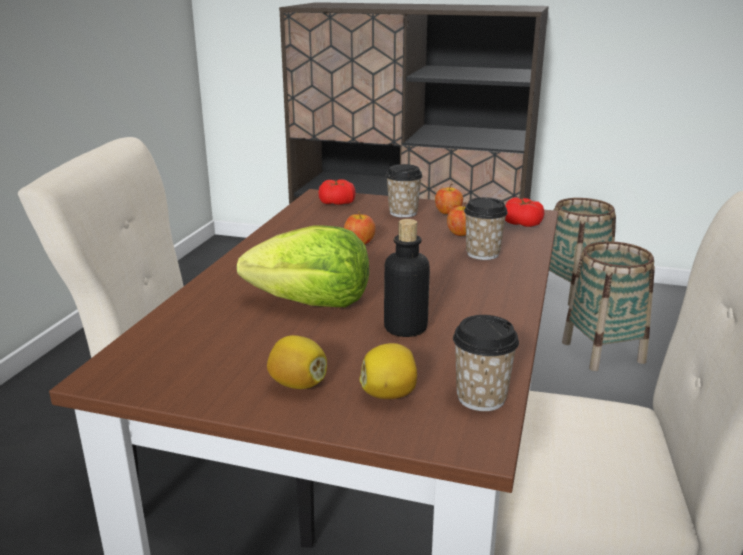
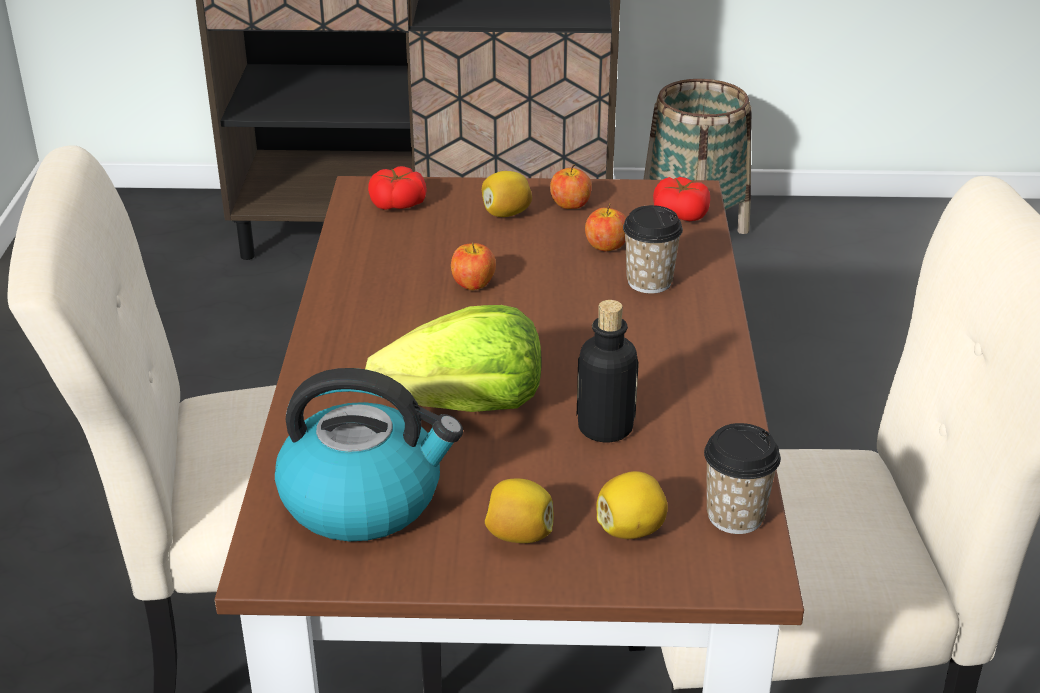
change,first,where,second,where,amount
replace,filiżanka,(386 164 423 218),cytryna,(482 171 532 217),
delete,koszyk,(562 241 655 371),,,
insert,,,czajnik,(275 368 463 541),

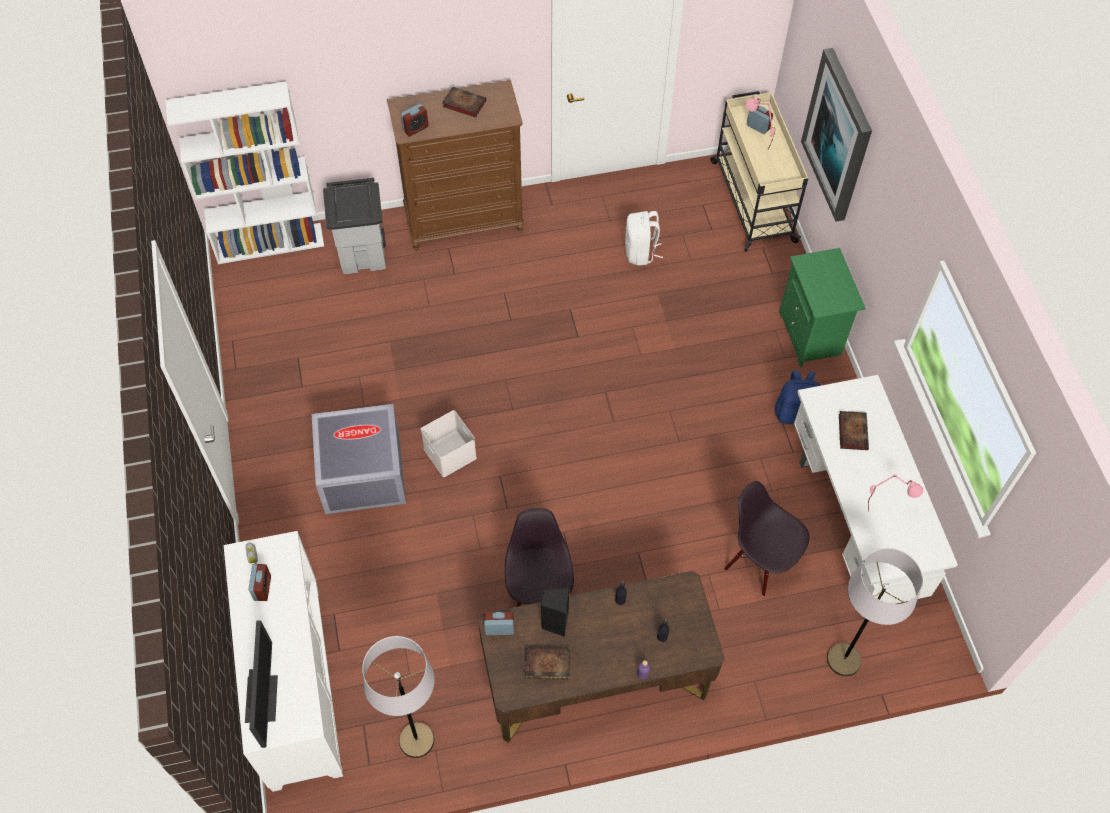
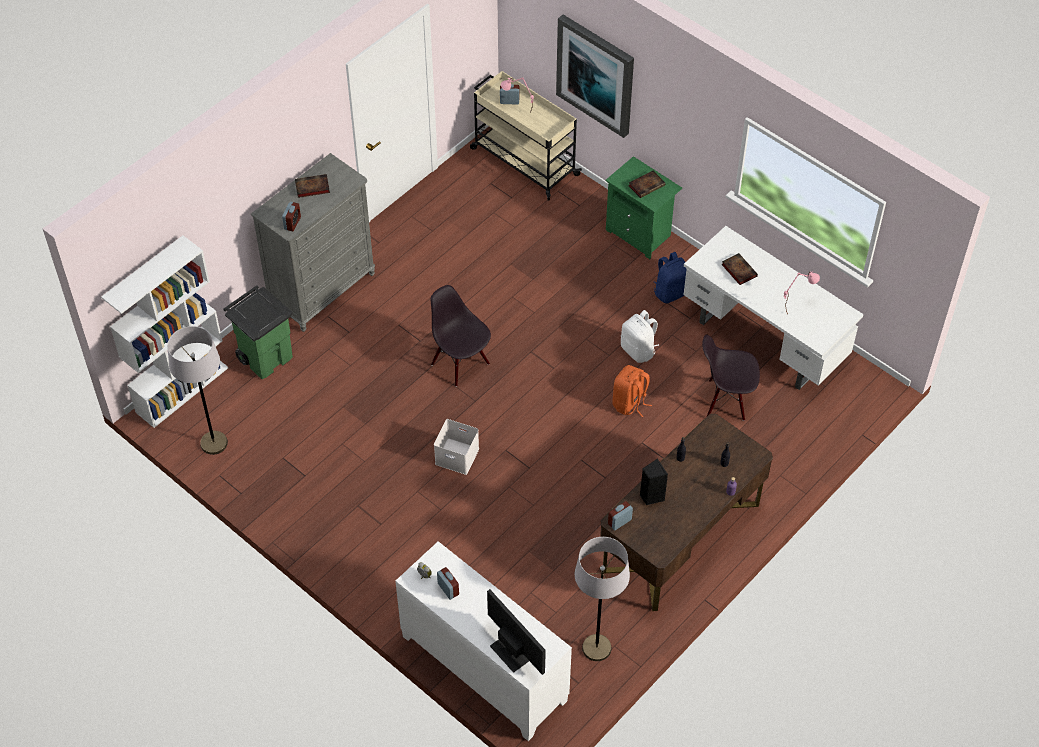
change,first,where,second,where,amount
delete,pojemnik do przechowywania [szary],(312 404 406 514),,,
recolor,kosz na śmieci [szary],(323 178 386 274),kosz na śmieci [zielony],(224 285 293 379),
recolor,komoda [brązowy],(387 80 524 251),komoda [szary],(251 153 375 332),
move,krzesło [czarny],(505 508 574 607),,(431 285 491 387),
move,książka,(524 648 570 680),,(628 171 665 198),
move,plecak [biały],(625 211 663 265),,(621 310 659 363),
move,lampa stojąca [szary],(827 548 923 676),,(167 326 228 455),
insert,,,plecak [pomarańczowy],(612 365 652 417),

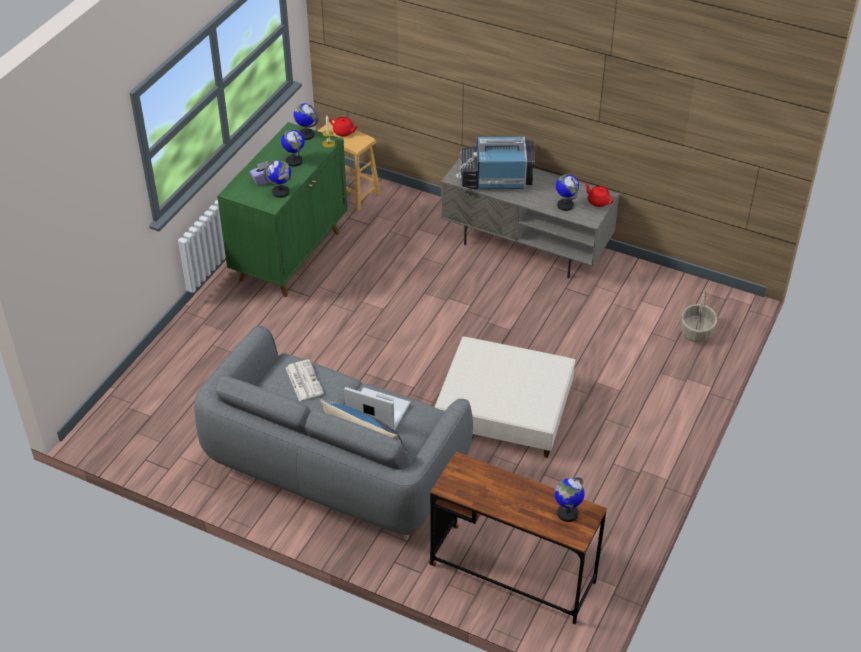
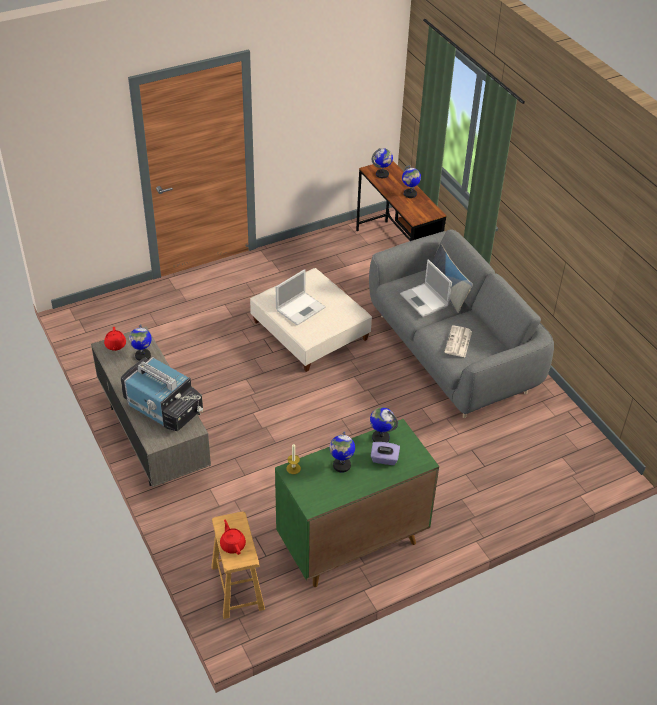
change,first,where,second,where,amount
move,globus,(293 103 319 140),,(402 165 421 198),
delete,koszyk,(681 289 717 342),,,
insert,,,laptop,(276 269 326 326),

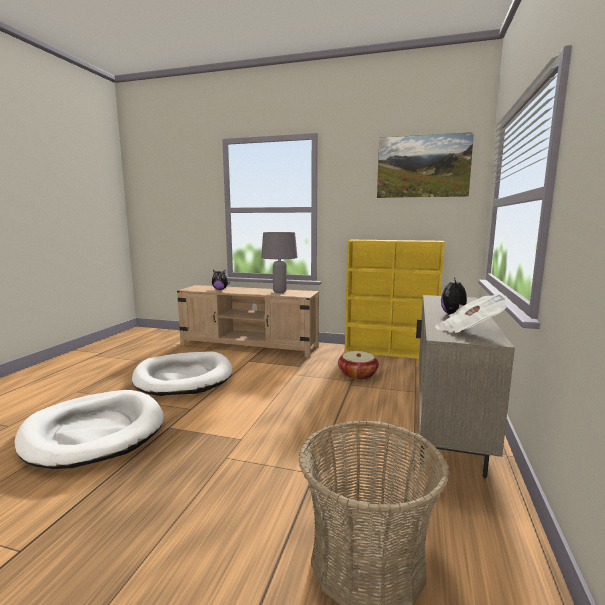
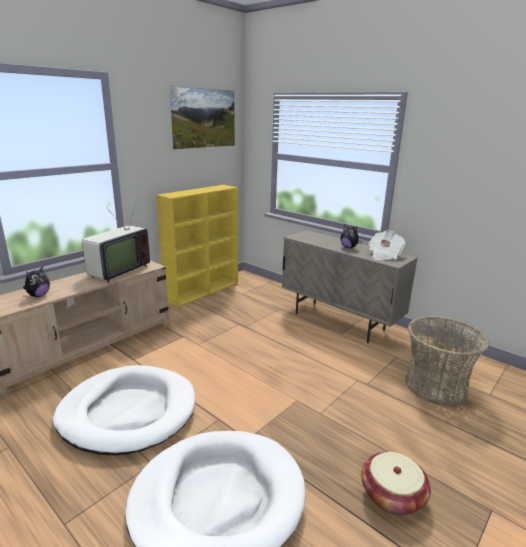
change,first,where,second,where,amount
replace,lampa stołowa [szary],(261 232 298 293),telewizor,(82 199 150 283),
move,koszyk,(338 351 379 380),,(361 452 431 515),

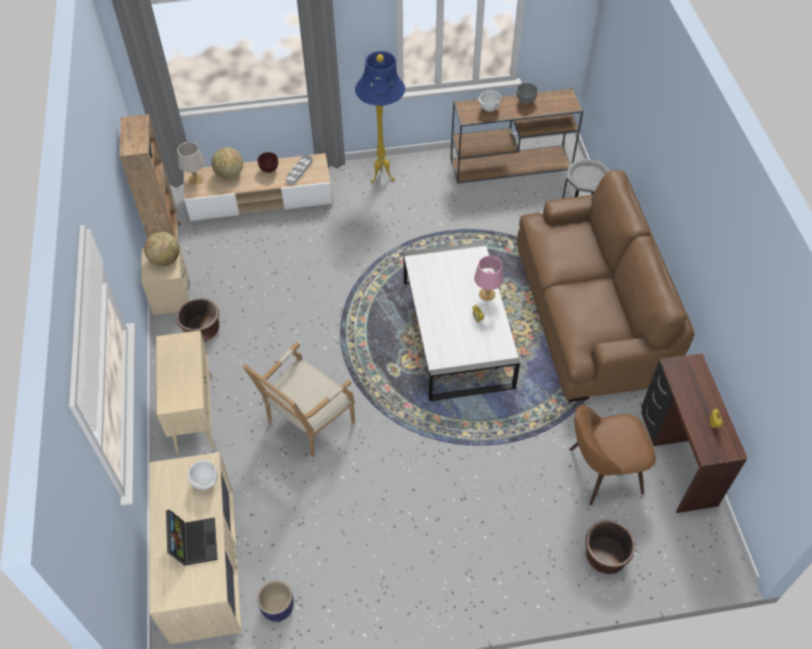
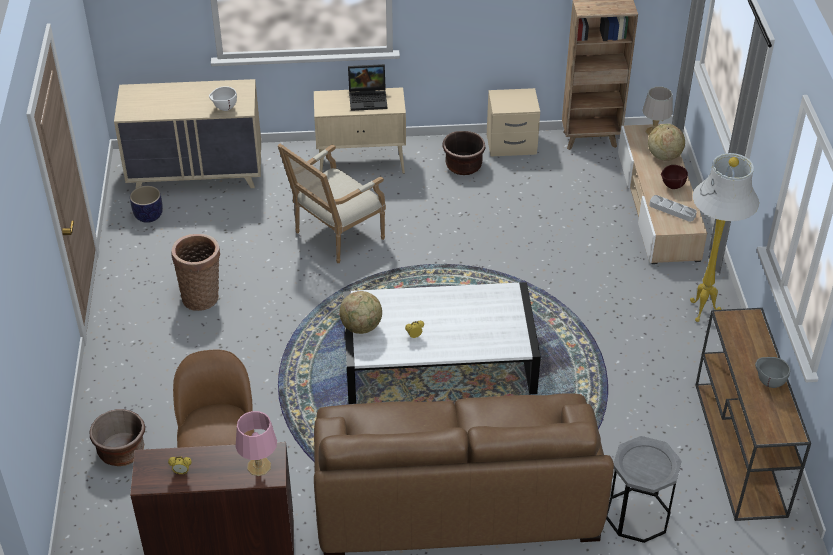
change,first,where,second,where,amount
move,globus,(144 232 180 266),,(340 291 382 334),
move,laptop,(166 509 218 566),,(348 64 387 111),
rotate,fotel,(243 342 355 457),,(278 144 386 263),90 degrees counterclockwise
recolor,lampa stojąca [niebieski],(355 51 405 183),lampa stojąca [biały],(690 153 759 322),
move,lampa stołowa [różowy],(474 256 504 301),,(235 411 277 476),
delete,miska [biały],(478 91 501 112),,,
insert,,,koszyk,(171 234 220 311),

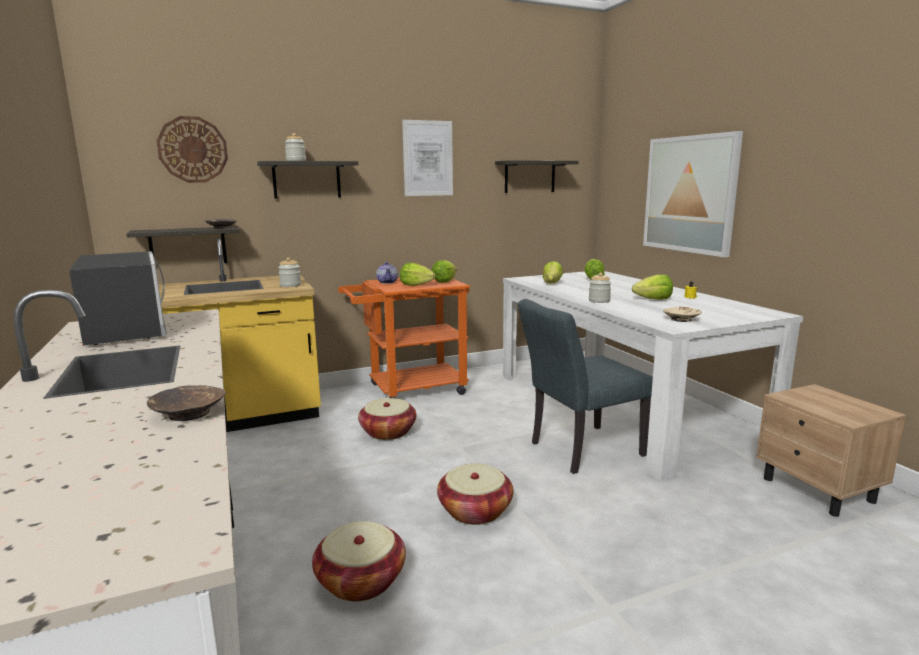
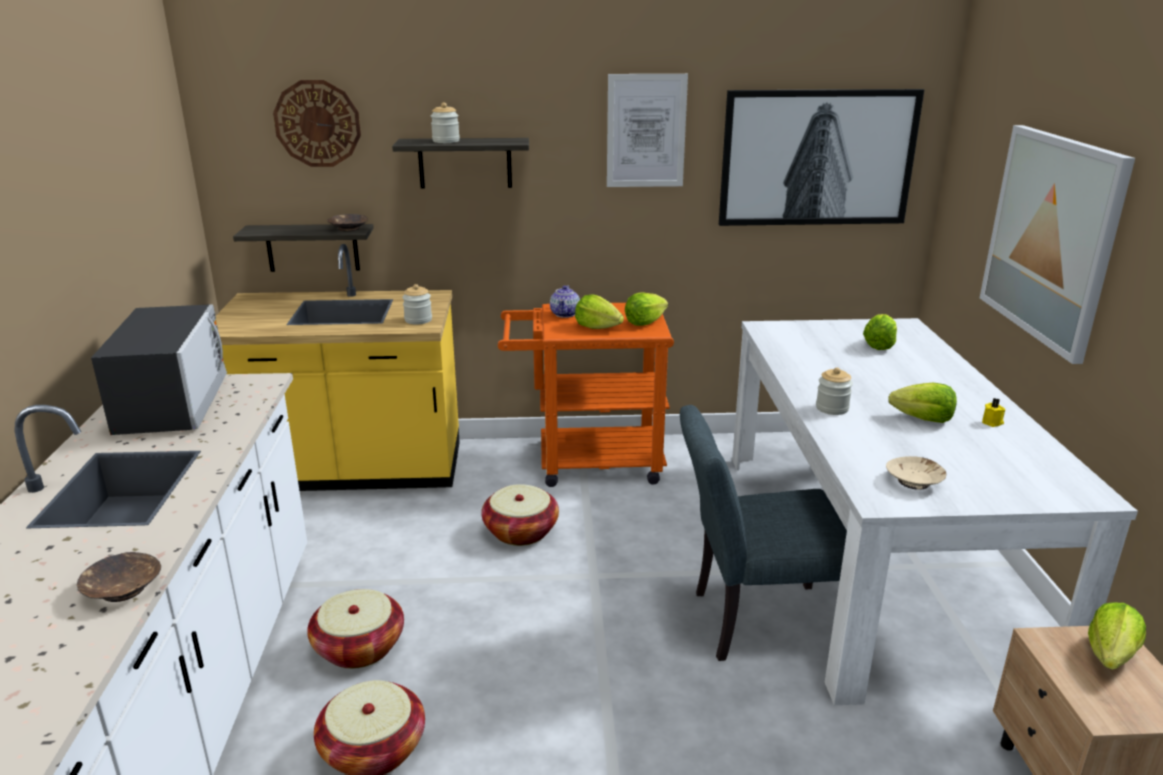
change,first,where,second,where,amount
move,koszyk,(437 463 514 525),,(307 589 404 669),
replace,półka,(495 160 579 193),obraz,(719 89 924 226),
move,sałata,(543 261 563 284),,(1088 602 1146 670),

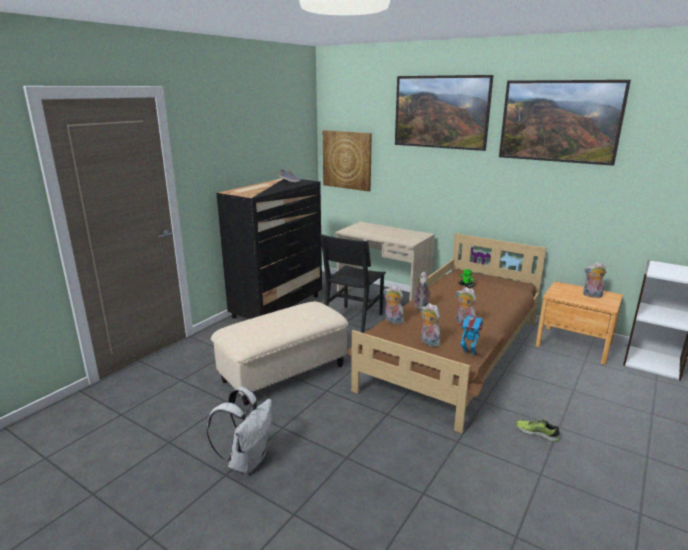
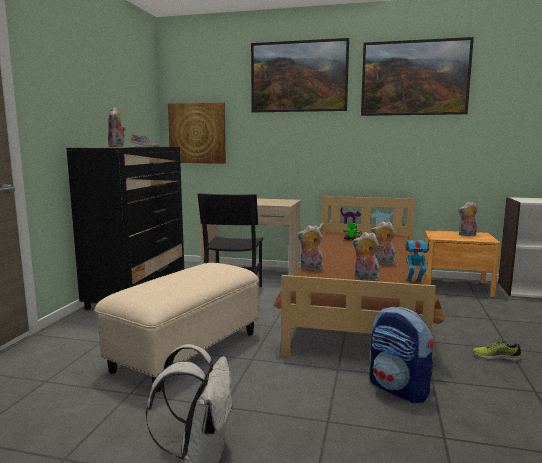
change,first,where,second,where,amount
move,pluszak,(414 271 432 310),,(108 107 126 147),
insert,,,plecak,(369 307 434 403),

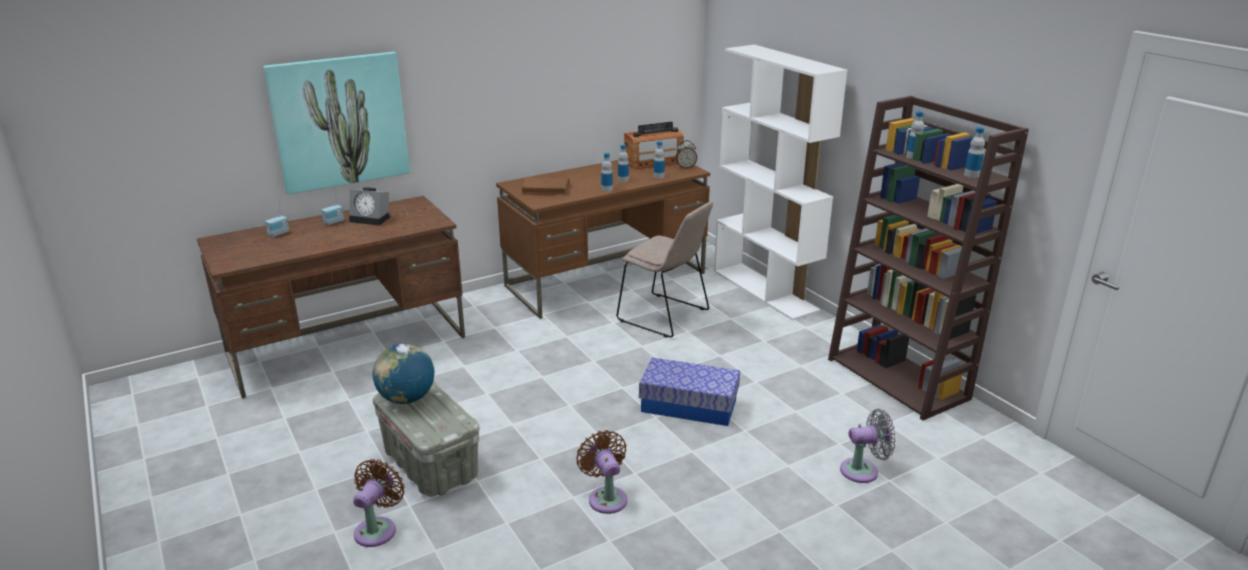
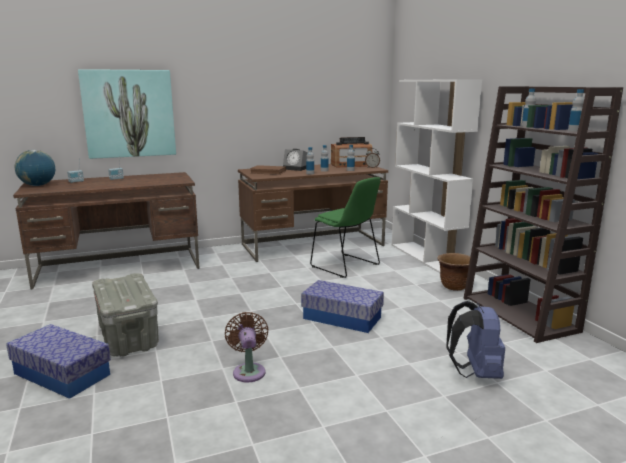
change,first,where,second,where,amount
move,budzik,(349 187 390 225),,(283 149 307 171),
replace,wentylator [brązowy],(353 459 405 547),pojemnik do przechowywania,(6 324 111 399),
move,globus,(372 343 434 404),,(15 150 55 186),
recolor,krzesło [beżowy],(617 201 713 338),krzesło [zielony],(310 177 381 278),
replace,wentylator [szary],(840 409 896 483),plecak [niebieski],(446 301 505 379),
insert,,,donica [brązowy],(437 253 470 291),

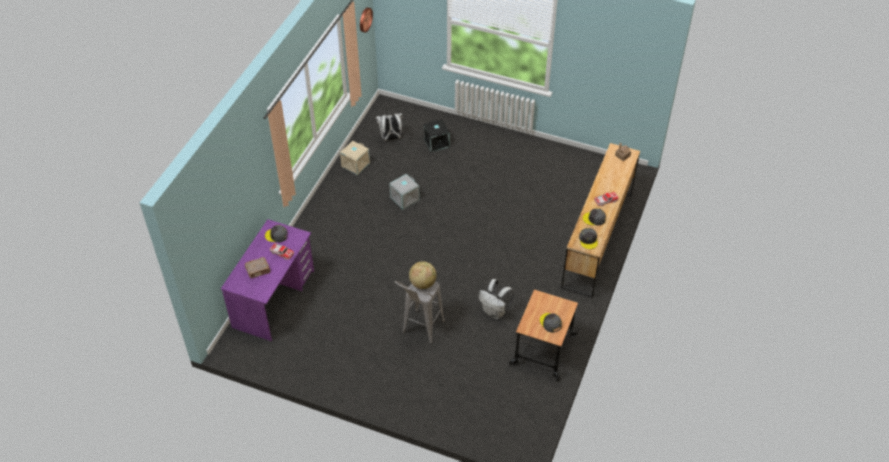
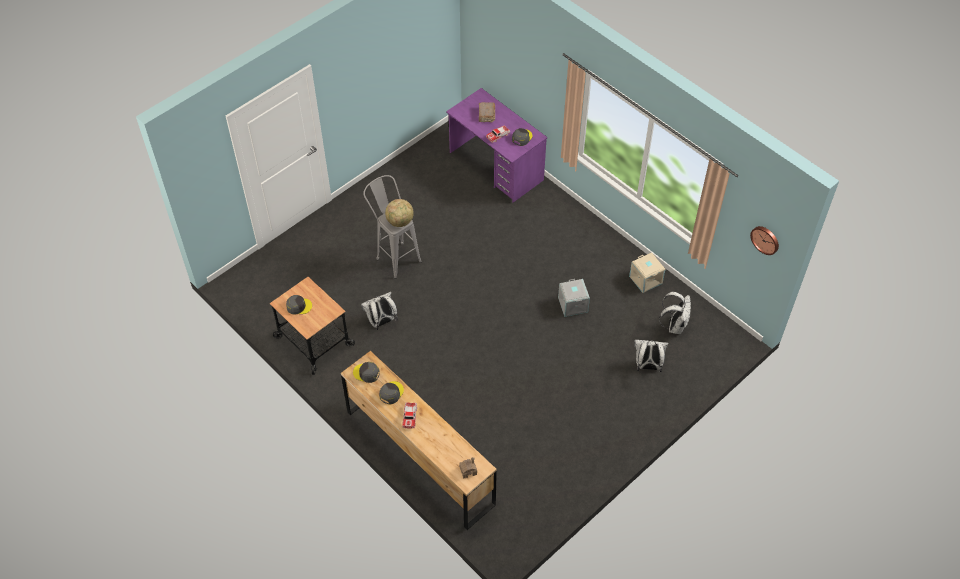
change,first,where,second,where,amount
replace,pojemnik do przechowywania [czarny],(424 120 449 152),plecak [biały],(634 340 668 372),

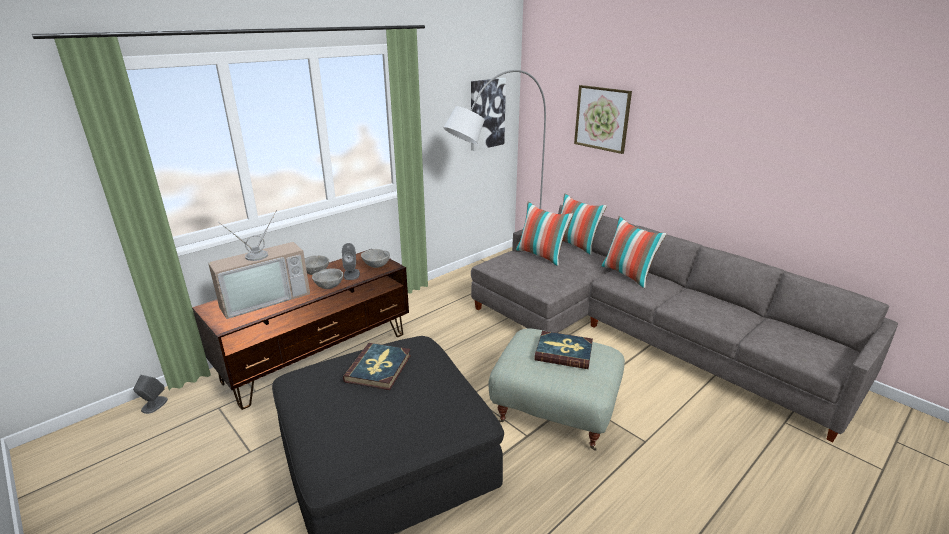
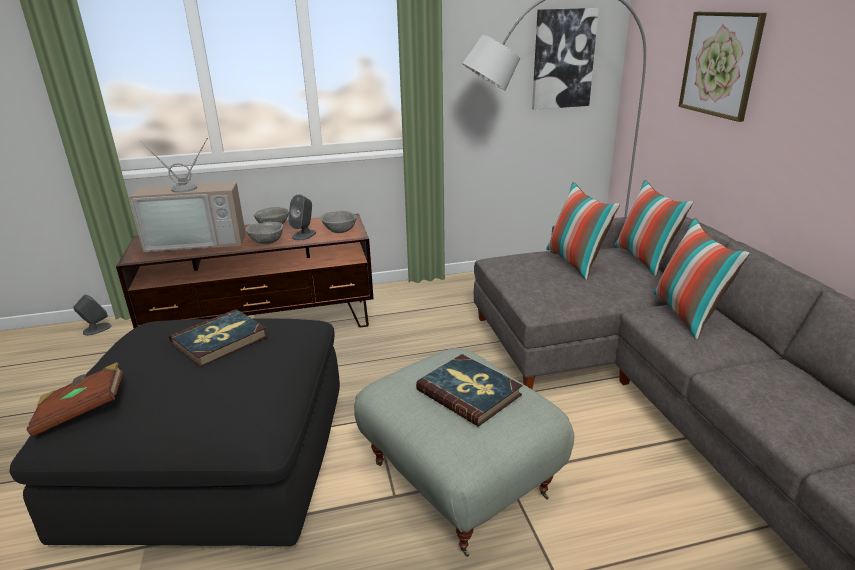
change,first,where,second,where,amount
insert,,,książka [brązowy],(27 362 124 437),

